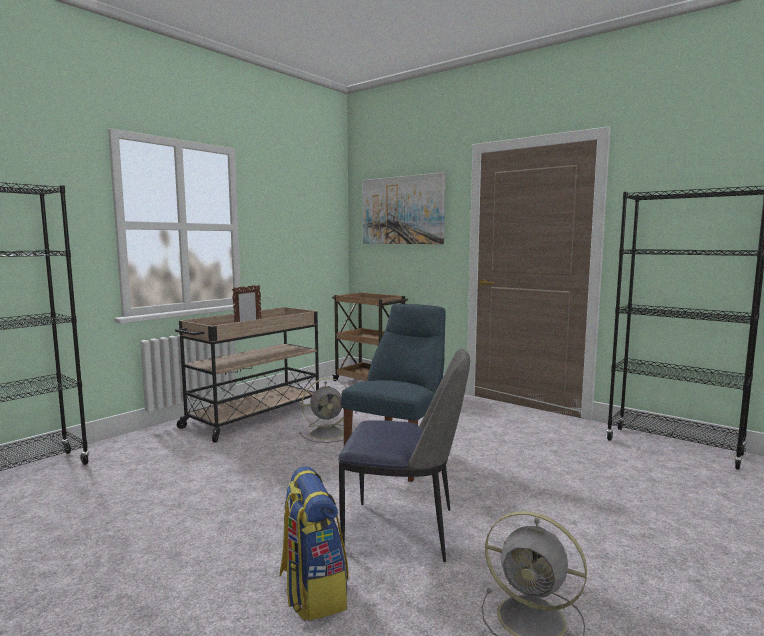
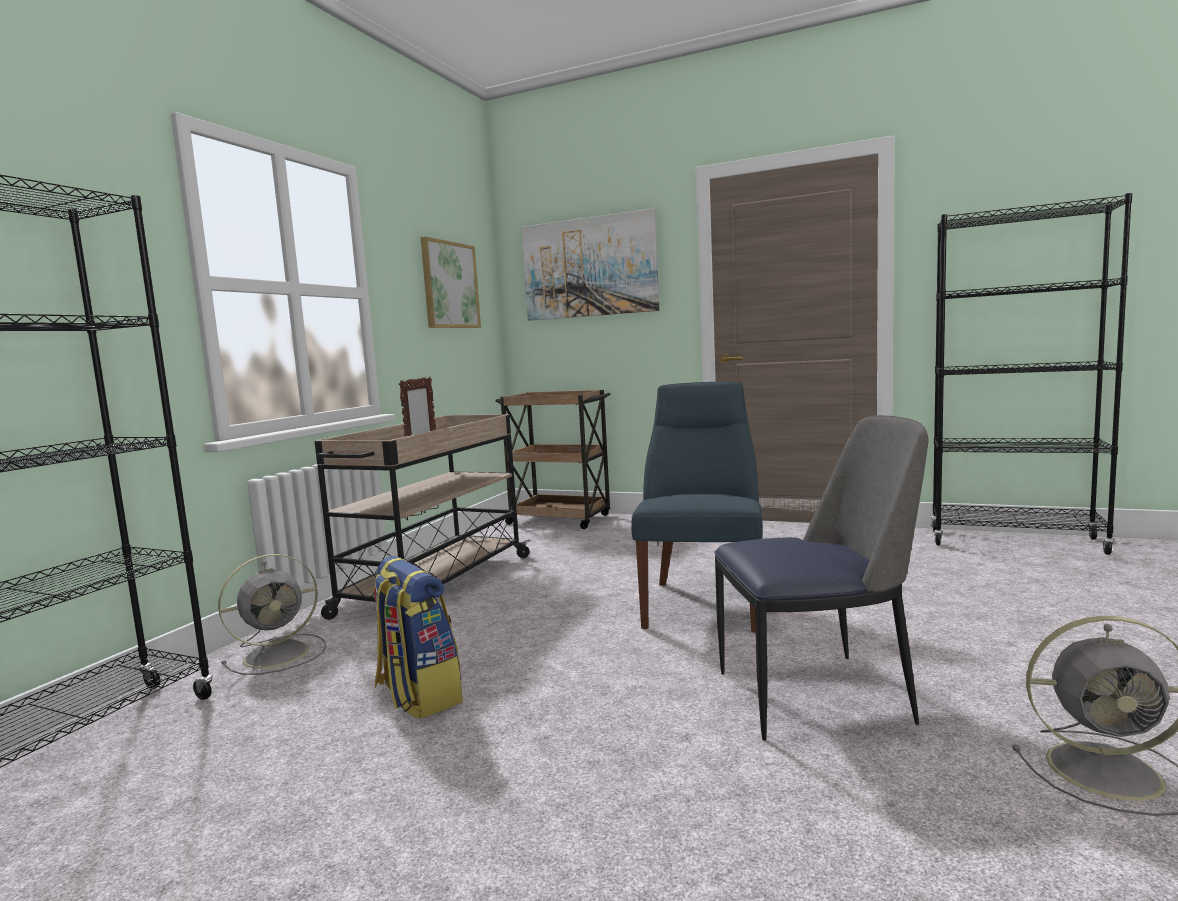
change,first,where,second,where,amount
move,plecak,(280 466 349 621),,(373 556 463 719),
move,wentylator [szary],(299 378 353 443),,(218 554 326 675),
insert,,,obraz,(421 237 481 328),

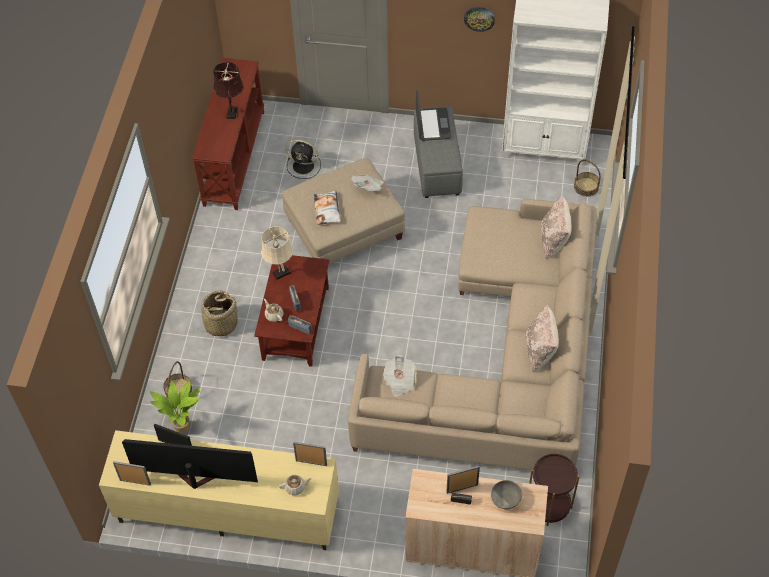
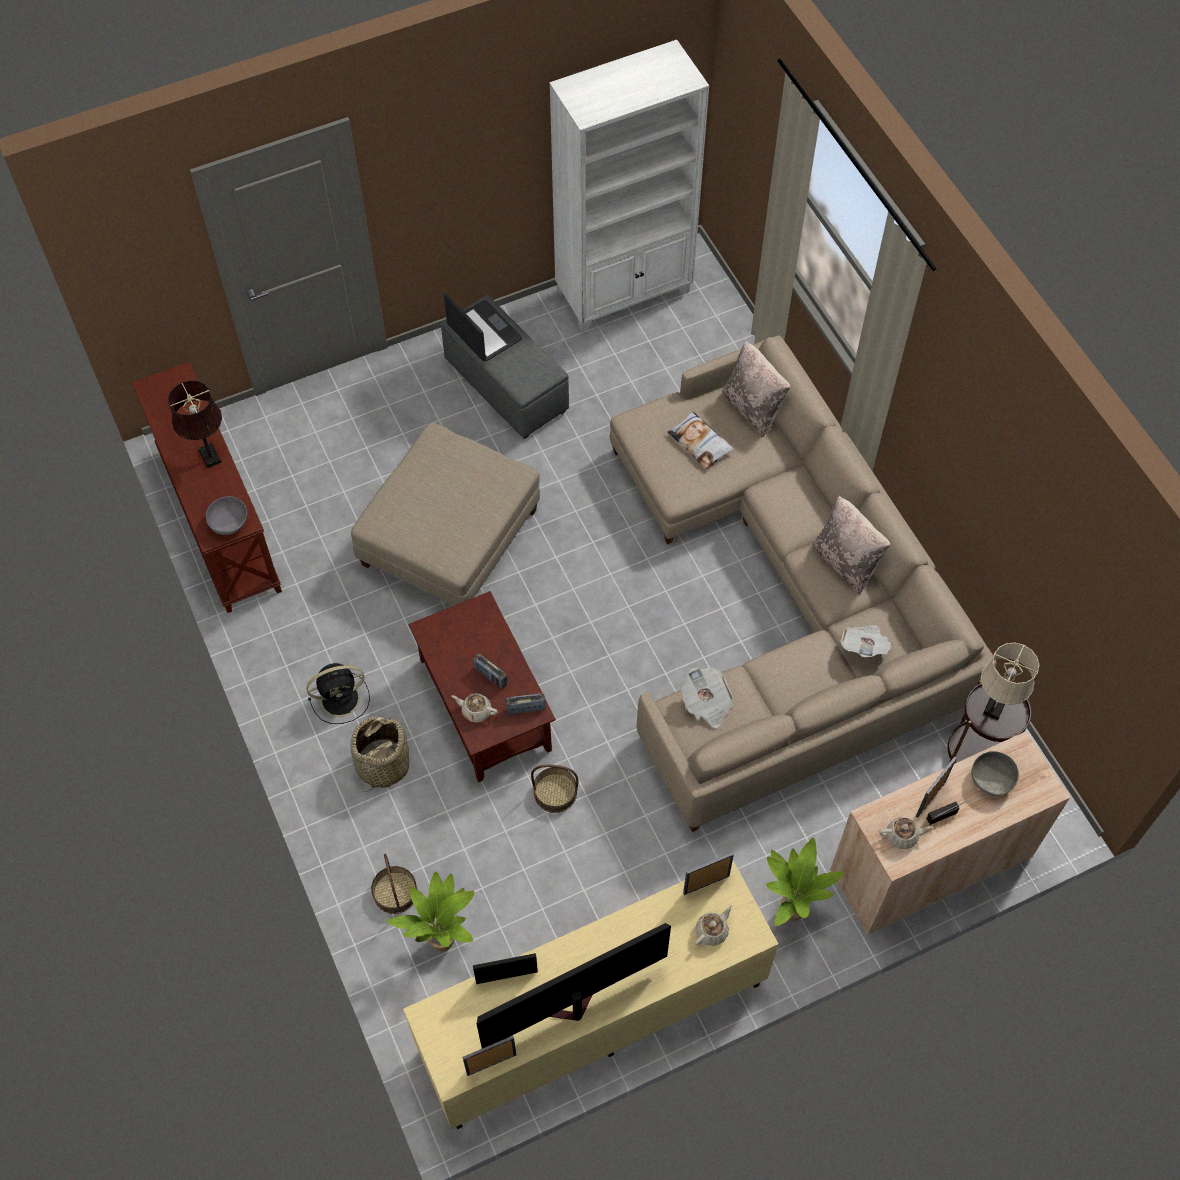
change,first,where,second,where,amount
move,lampa stołowa [beżowy],(261 226 293 279),,(980 643 1039 720),
move,wentylator [czarny],(286 140 321 179),,(306 663 370 724),
move,poduszka,(314 190 340 225),,(668 411 734 469),
move,gazeta,(351 174 384 191),,(840 625 892 657),
delete,zegar ścienny,(464 7 495 32),,,
move,koszyk,(574 159 601 197),,(531 765 579 813),
insert,,,miska [szary],(206 496 247 535),
insert,,,roślina doniczkowa,(766 838 844 926),
insert,,,imbryk [beżowy],(879 817 933 849),

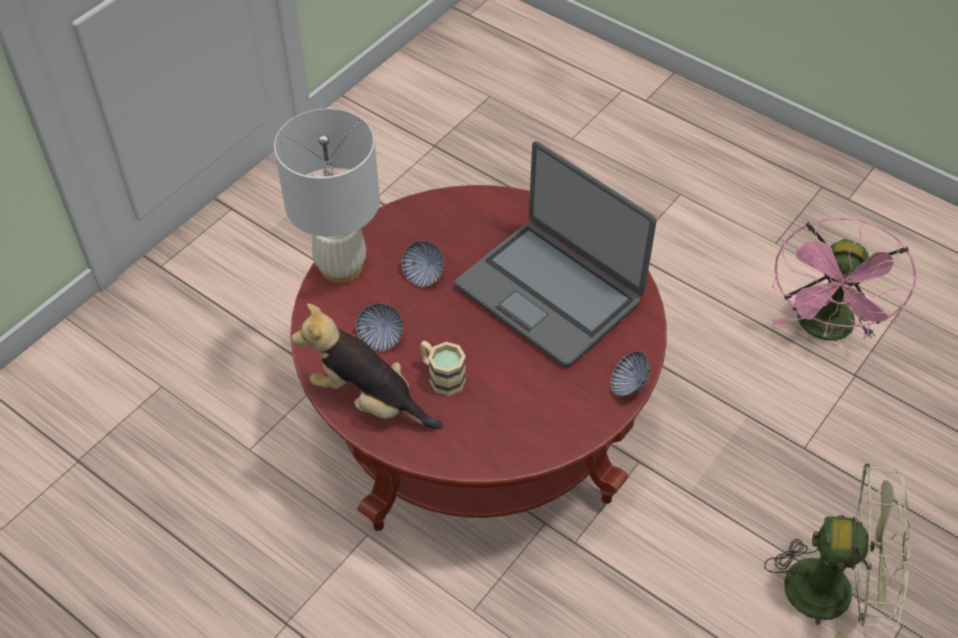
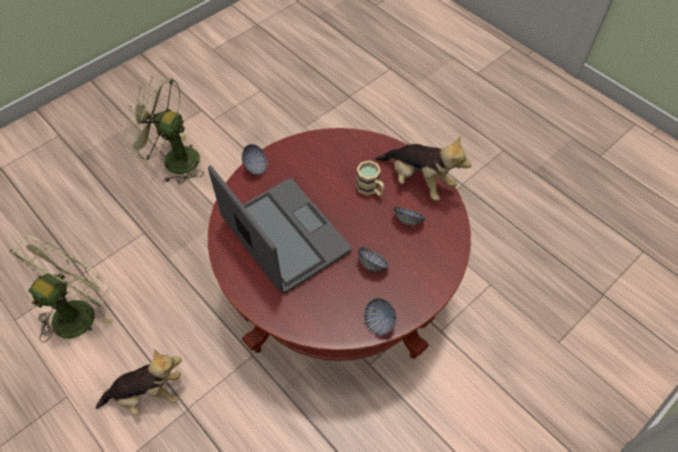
change,first,where,second,where,amount
delete,lampa stołowa [biały],(274 109 380 283),,,
recolor,wentylator [różowy],(772 217 916 341),wentylator [zielony],(9 236 113 342),
insert,,,pluszak,(96 349 182 415),
insert,,,miska,(364 298 396 336),

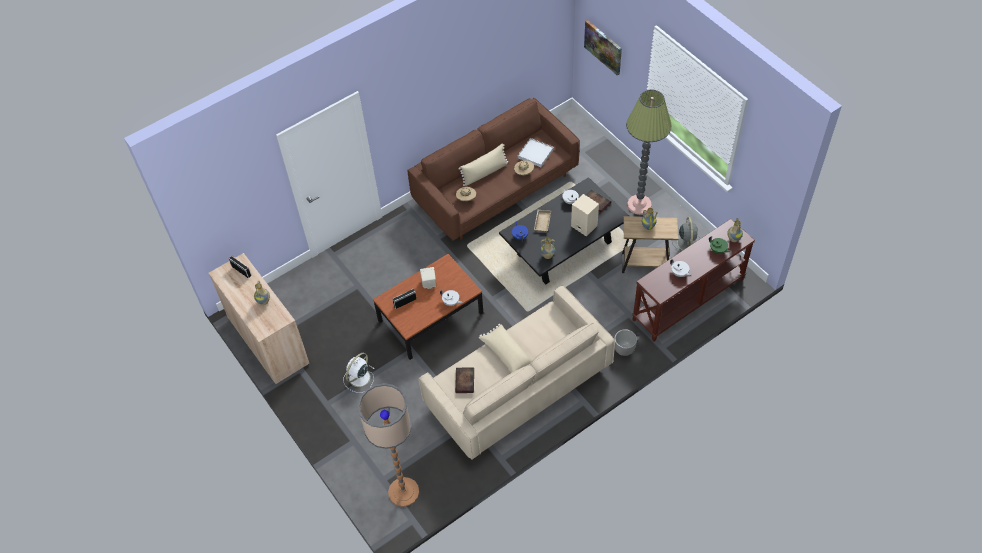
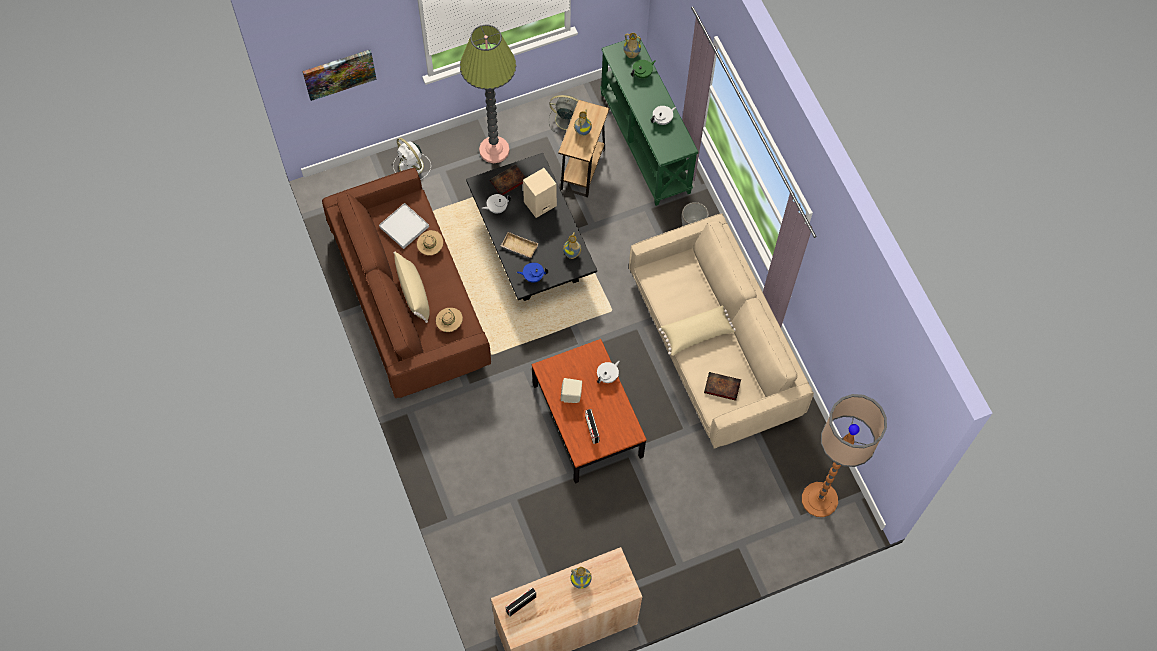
change,first,where,second,where,amount
move,wentylator [biały],(343 353 375 393),,(393 138 431 180),
recolor,stolik konsolowy [brązowy],(632 219 755 341),stolik konsolowy [zielony],(600 36 698 206),

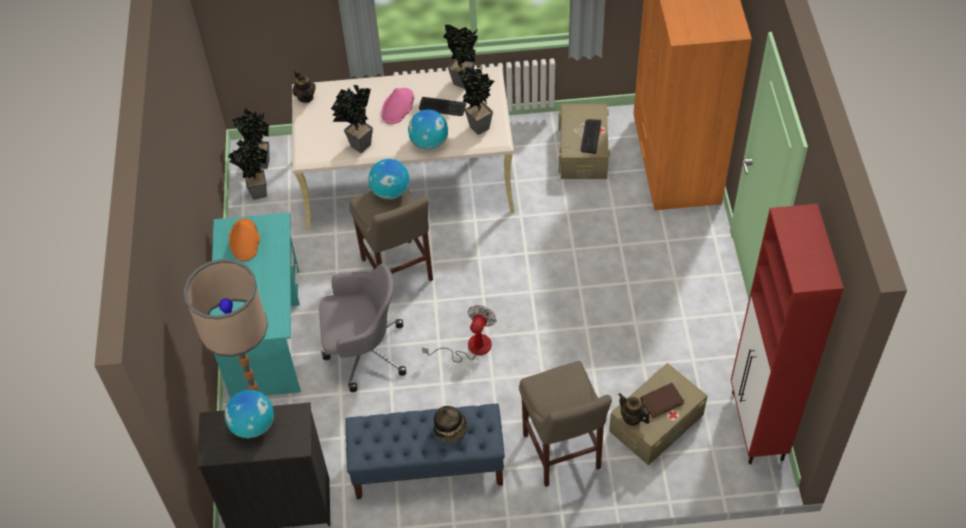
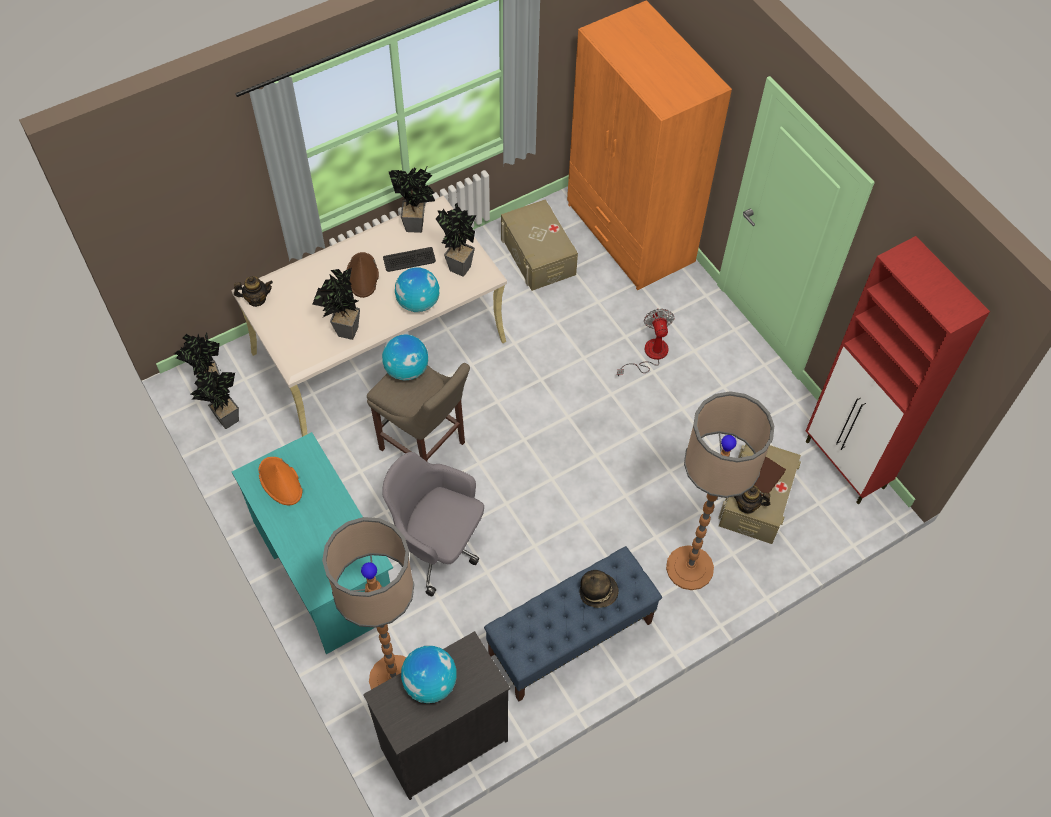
change,first,where,second,where,amount
rotate,imbryk,(293 70 316 103),,(234 276 273 307),45 degrees counterclockwise
rotate,krzesło biurowe [szary],(319 264 406 392),,(382 452 484 596),120 degrees counterclockwise
recolor,kapelusz [różowy],(381 88 414 124),kapelusz [brązowy],(346 252 379 298),
move,wentylator,(422 305 497 362),,(617 309 675 376),
replace,stołek [beżowy],(519 361 612 487),lampa stojąca,(666 391 774 590),
delete,klawiatura,(581 119 601 154),,,

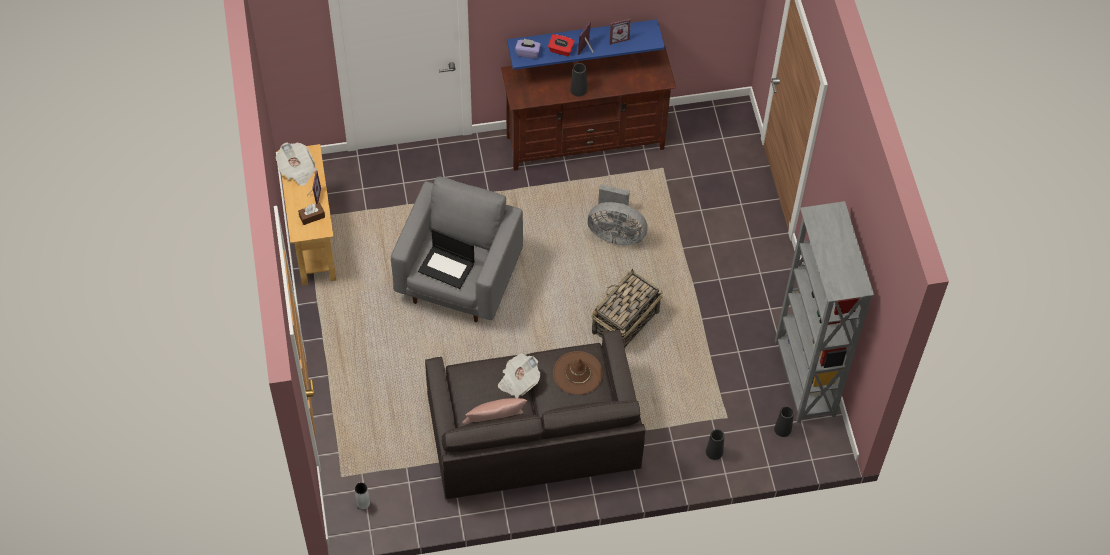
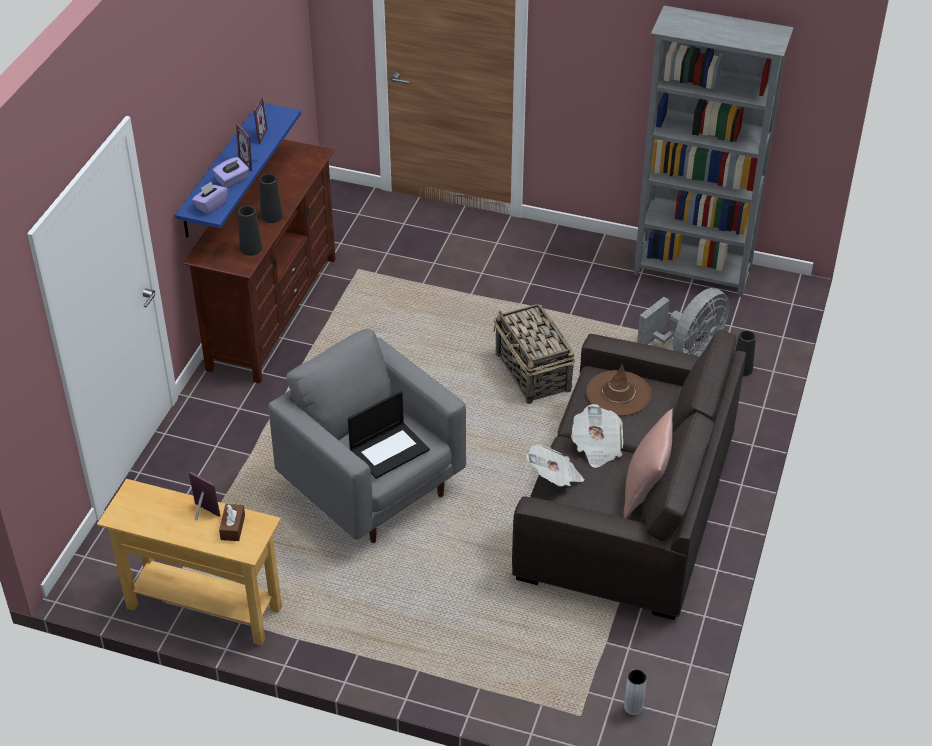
change,first,where,second,where,amount
move,gazeta,(276 142 317 186),,(526 444 584 487),
recolor,pudełko chusteczek [czerwony],(548 34 575 56),pudełko chusteczek [fioletowy],(213 157 249 188),
move,wentylator [szary],(588 184 648 245),,(637 288 730 357),
move,wazon [czarny],(774 406 794 437),,(238 206 262 256),

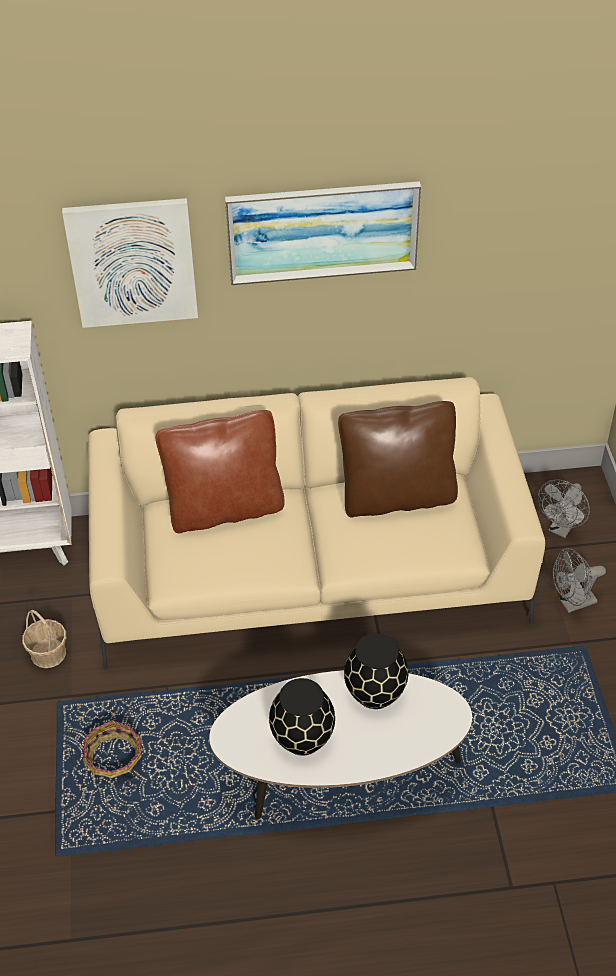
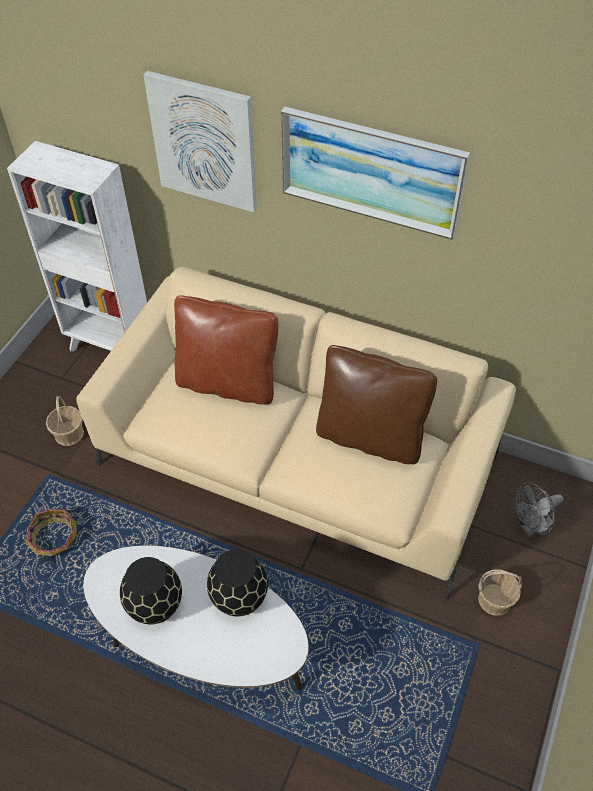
change,first,where,second,where,amount
replace,wentylator [szary],(553 548 606 613),koszyk,(478 569 522 616),

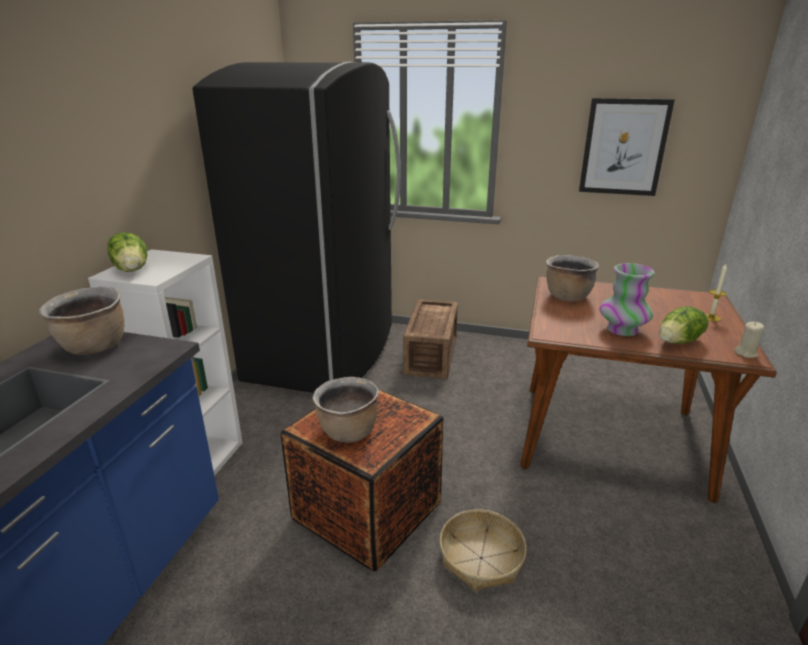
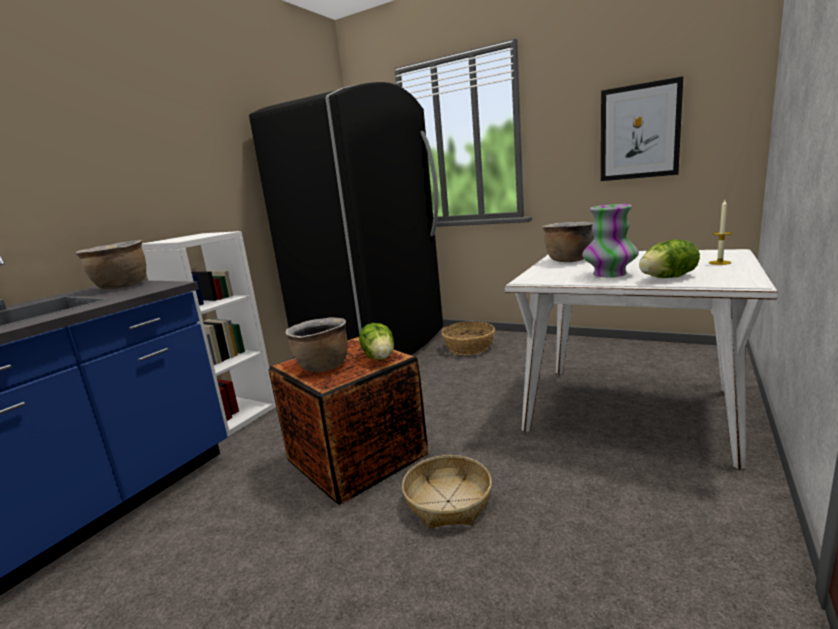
change,first,where,second,where,amount
move,sałata,(107 232 147 272),,(359 323 394 360),
replace,skrzynka,(403 299 458 379),koszyk,(441 321 495 355),
recolor,stół jadalny [brązowy],(520 276 777 503),stół jadalny [biały],(505 249 778 470),
delete,świeca [beżowy],(734 322 765 358),,,

